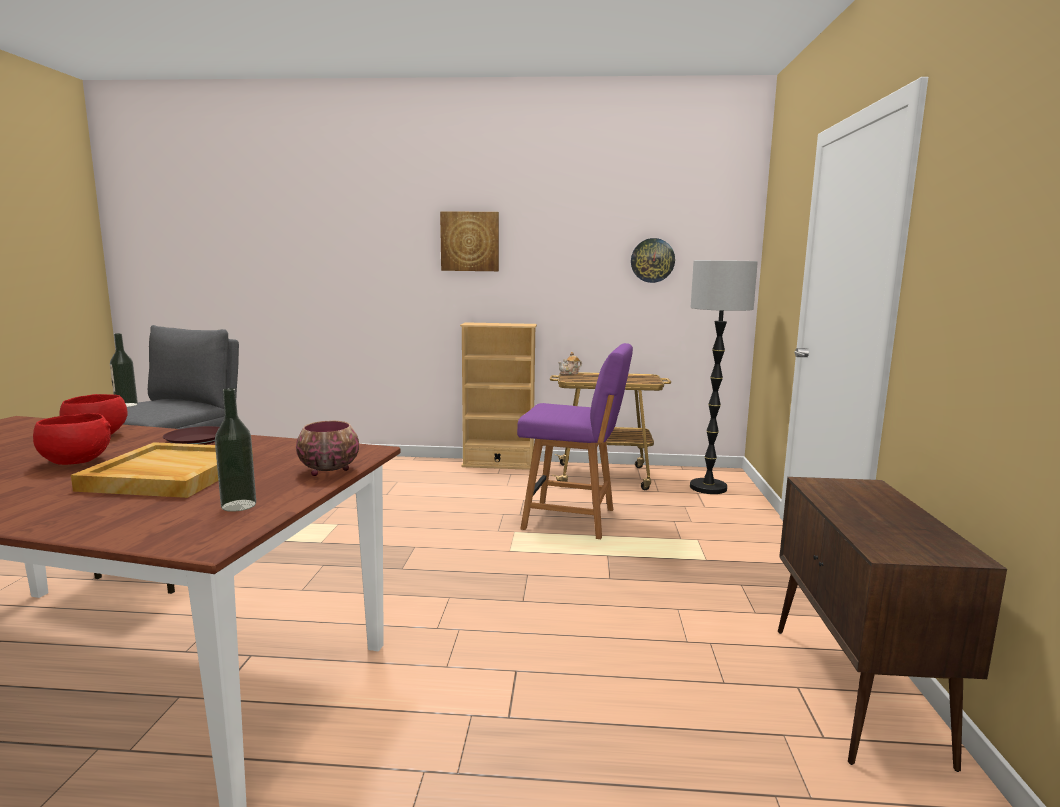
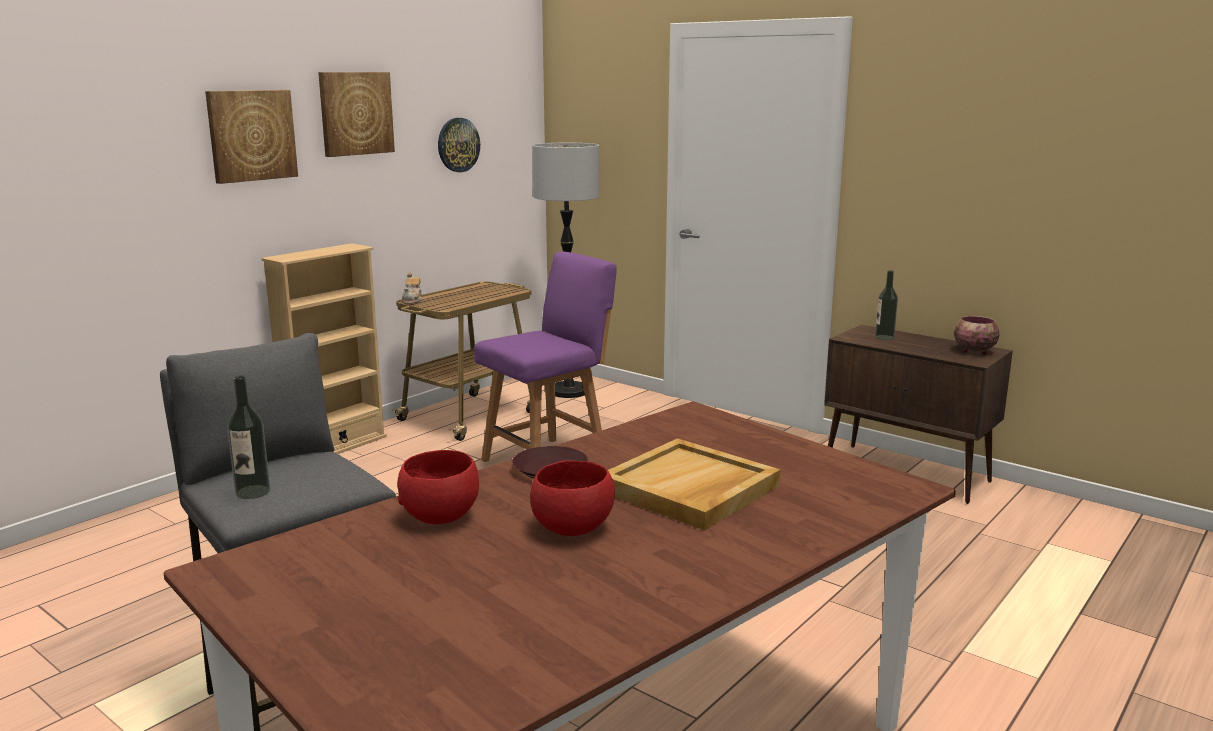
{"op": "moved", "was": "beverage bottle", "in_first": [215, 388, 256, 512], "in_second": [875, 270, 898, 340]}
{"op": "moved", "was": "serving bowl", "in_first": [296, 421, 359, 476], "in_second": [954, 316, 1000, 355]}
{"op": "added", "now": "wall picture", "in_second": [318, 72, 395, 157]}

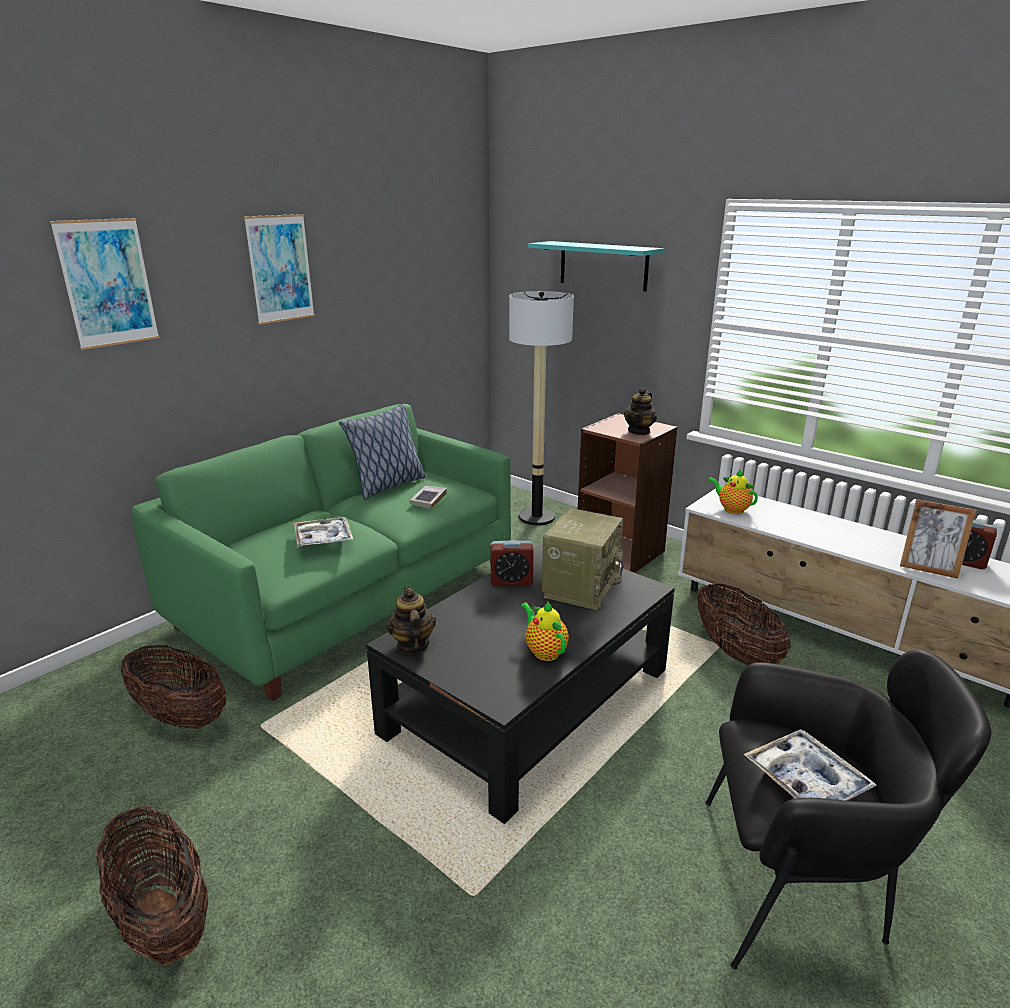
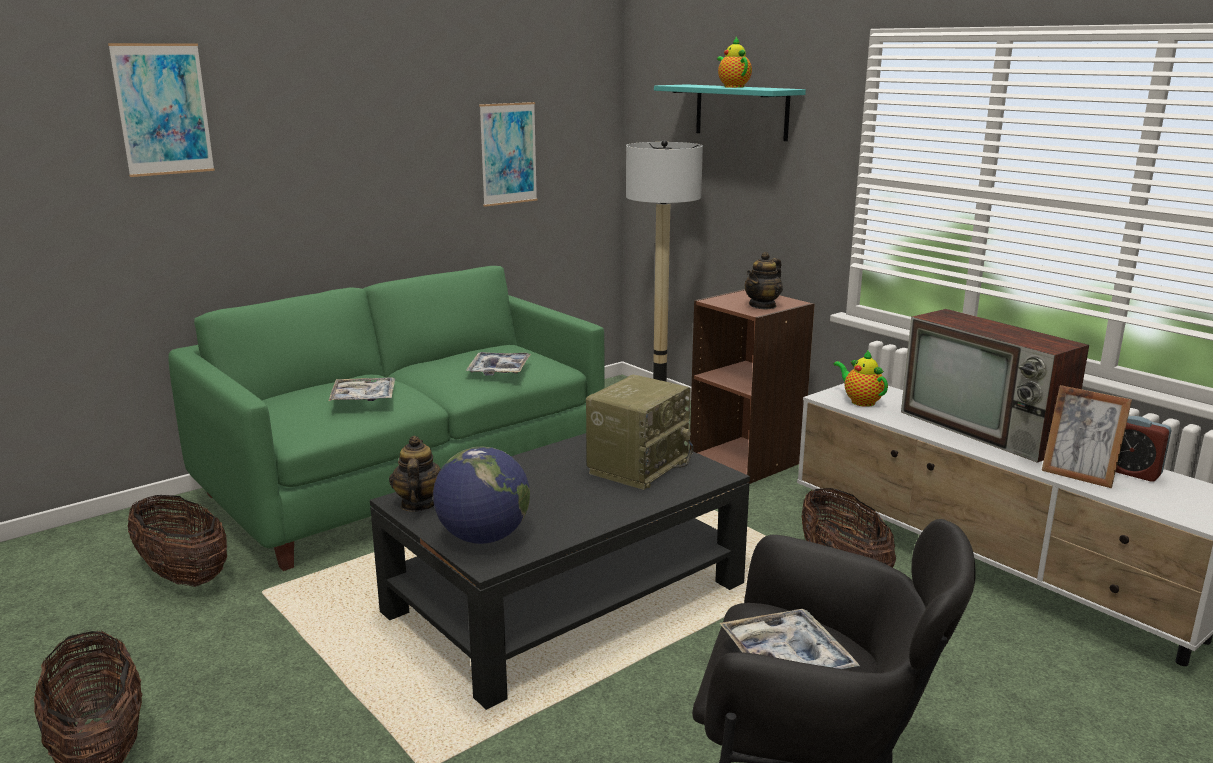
{"op": "moved", "was": "wall picture", "in_first": [244, 214, 315, 325], "in_second": [479, 102, 537, 207]}
{"op": "removed", "was": "cushion", "in_first": [339, 404, 426, 500]}
{"op": "replaced", "was": "book", "now": "serving tray", "in_first": [410, 486, 447, 509], "in_second": [466, 352, 531, 376]}
{"op": "removed", "was": "table clock", "in_first": [490, 540, 534, 586]}
{"op": "moved", "was": "pot for tea", "in_first": [521, 601, 569, 661], "in_second": [717, 37, 752, 88]}
{"op": "added", "now": "TV set", "in_second": [901, 309, 1089, 463]}
{"op": "added", "now": "desk globe", "in_second": [433, 447, 530, 544]}

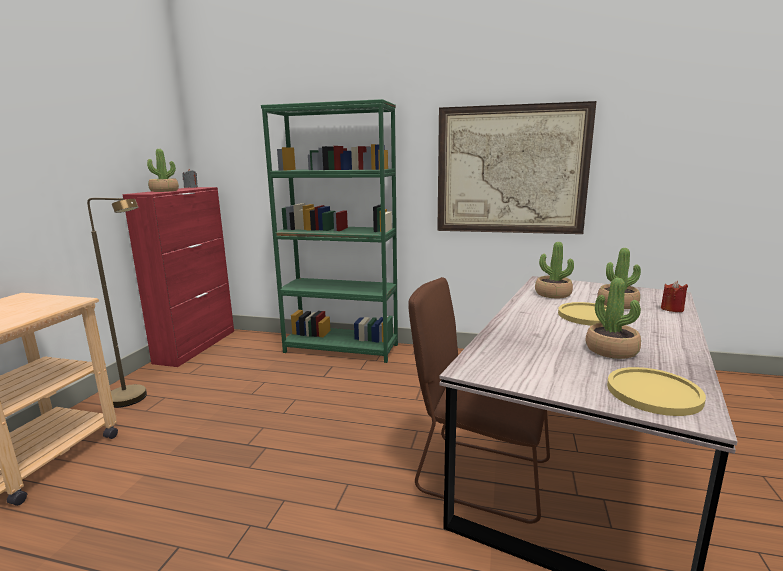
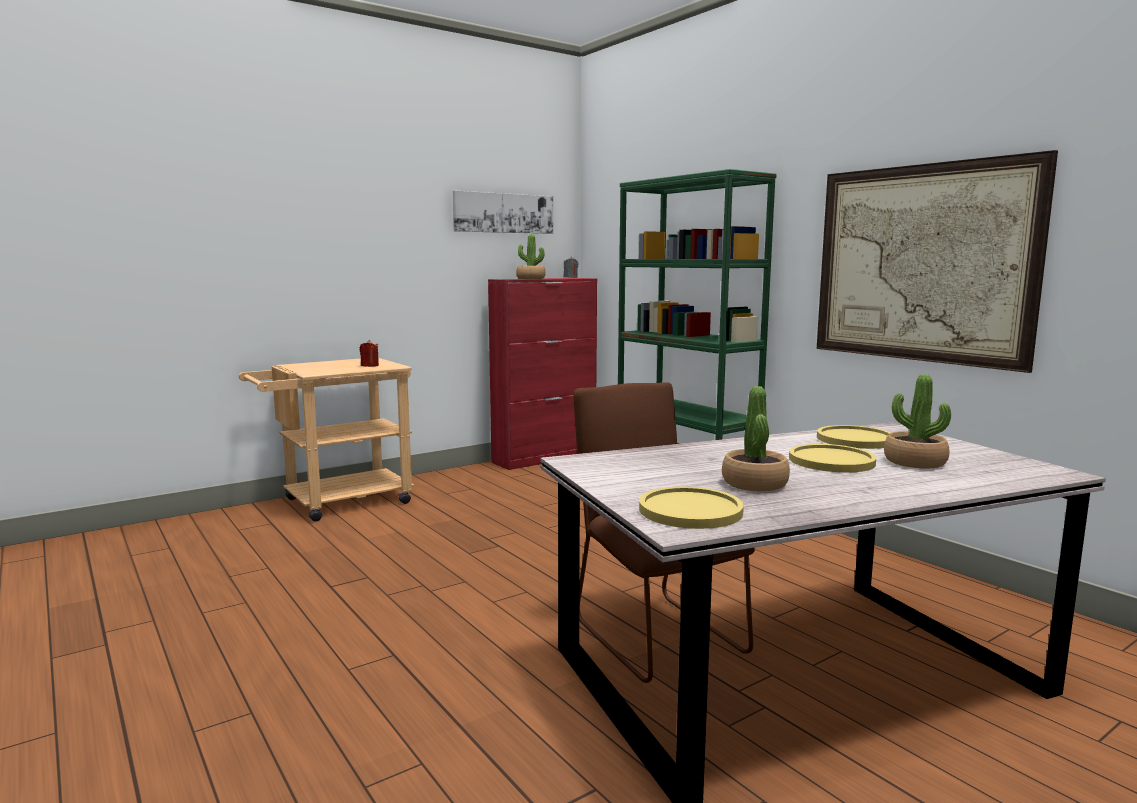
{"op": "removed", "was": "floor lamp (brown-coloured)", "in_first": [87, 198, 147, 408]}
{"op": "replaced", "was": "potted plant", "now": "flat dish (yellow)", "in_first": [535, 242, 574, 298], "in_second": [817, 425, 891, 449]}
{"op": "moved", "was": "wax light (reddish)", "in_first": [661, 281, 688, 312], "in_second": [360, 340, 379, 367]}
{"op": "added", "now": "wall picture", "in_second": [453, 191, 553, 234]}

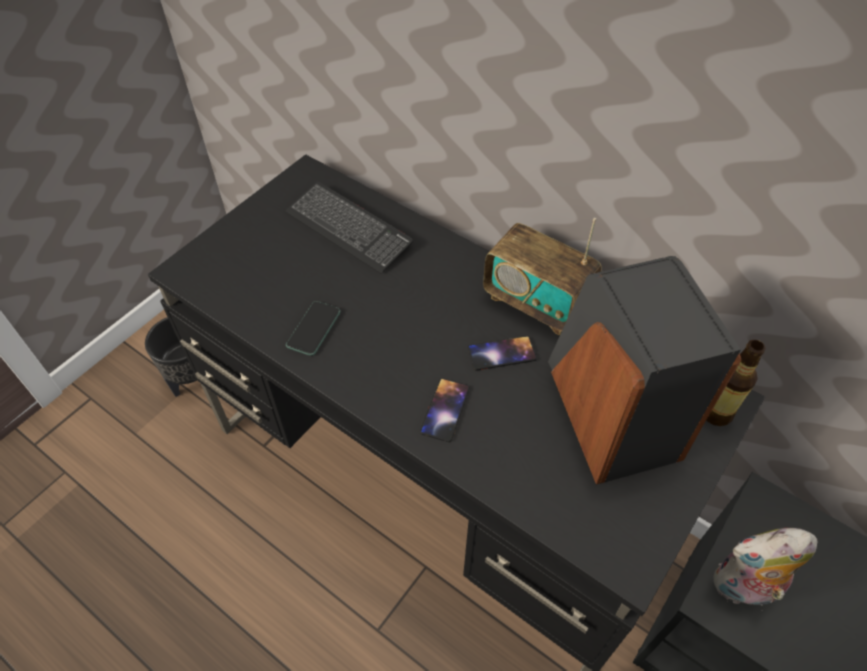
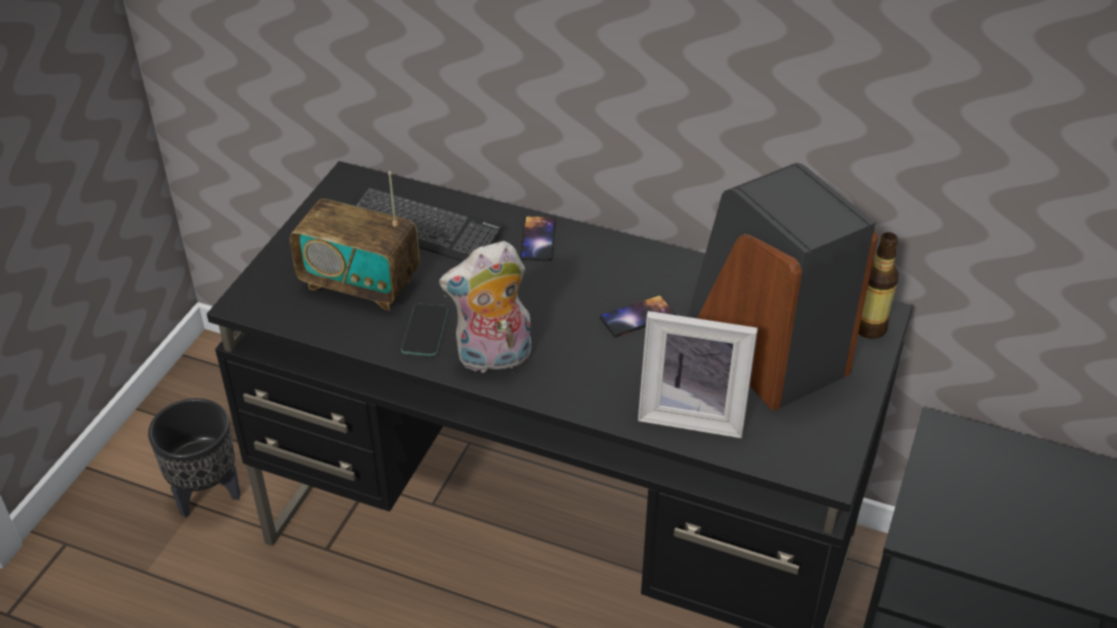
{"op": "moved", "was": "radio receiver", "in_first": [483, 218, 602, 335], "in_second": [290, 171, 420, 311]}
{"op": "moved", "was": "handset", "in_first": [420, 378, 470, 442], "in_second": [520, 216, 556, 261]}
{"op": "moved", "was": "soft toy", "in_first": [713, 528, 818, 606], "in_second": [439, 241, 531, 373]}
{"op": "added", "now": "photo frame", "in_second": [638, 311, 758, 438]}

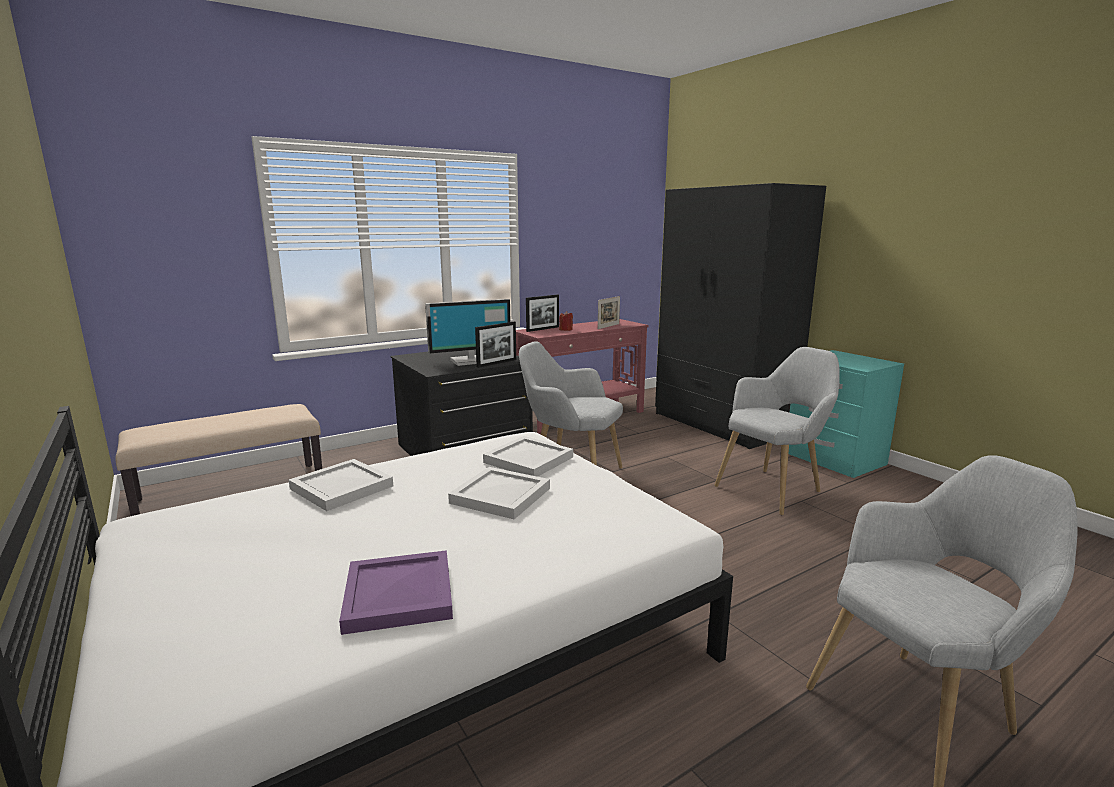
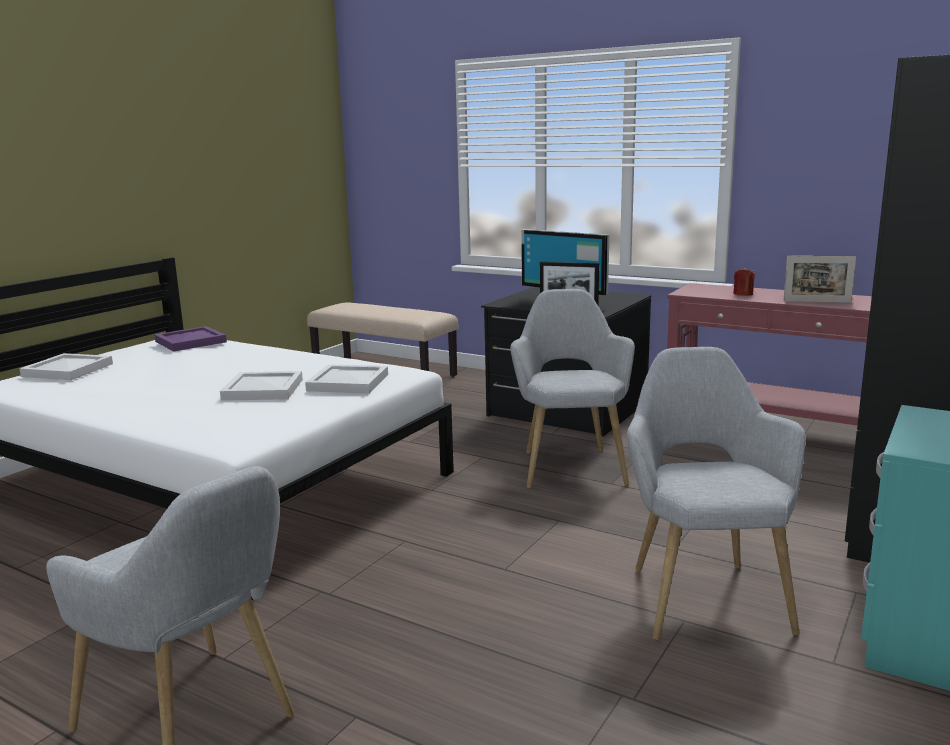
{"op": "removed", "was": "photo frame", "in_first": [526, 294, 559, 332]}
{"op": "turned", "was": "armchair (gray)", "in_first": [714, 347, 840, 515], "in_second": [627, 347, 806, 640], "clockwise": -120}
{"op": "moved", "was": "serving tray (white)", "in_first": [289, 459, 393, 511], "in_second": [19, 353, 113, 380]}
{"op": "moved", "was": "serving tray (purplish)", "in_first": [339, 550, 453, 635], "in_second": [154, 326, 227, 352]}

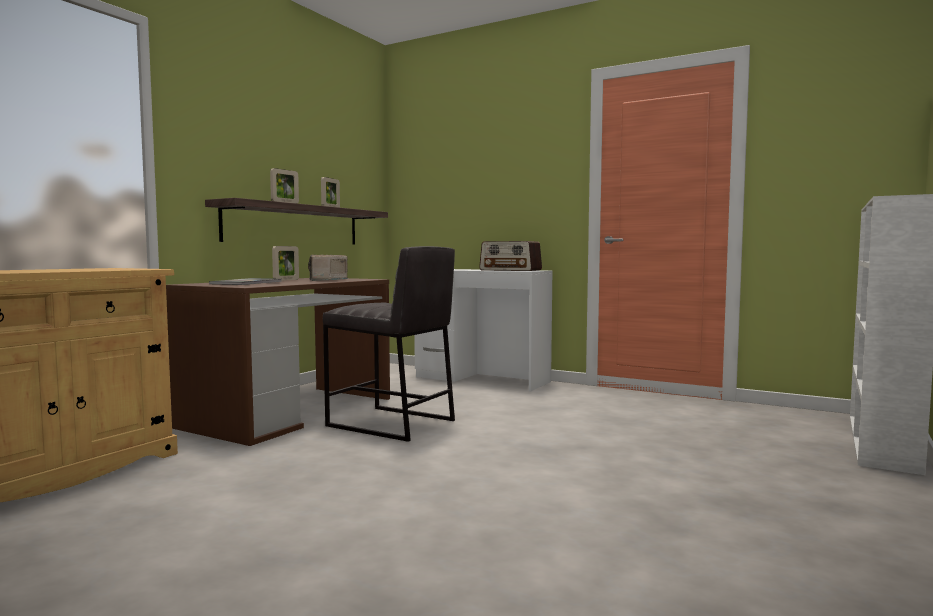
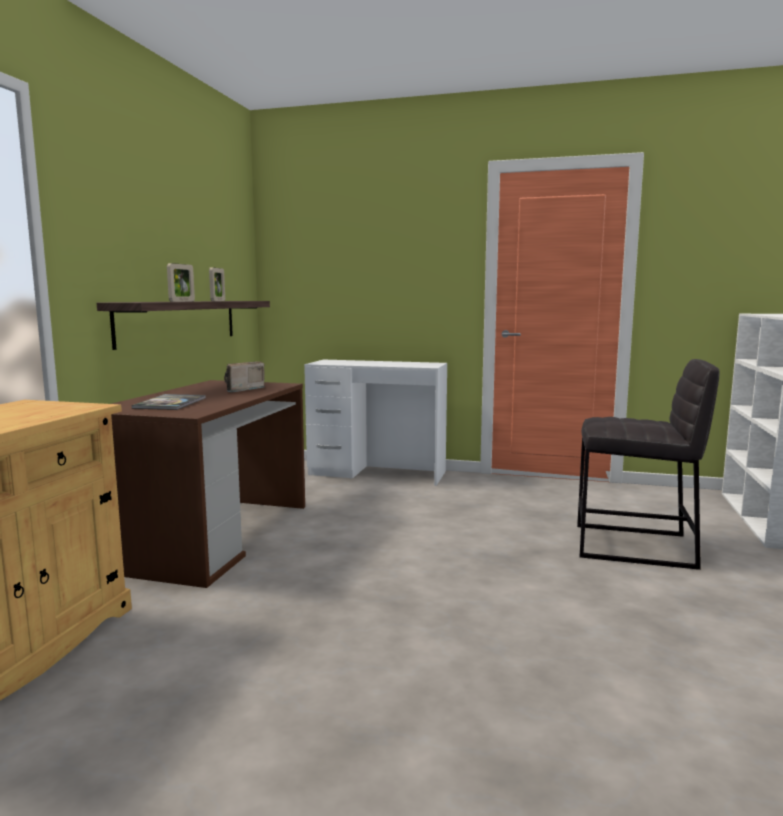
{"op": "removed", "was": "radio receiver", "in_first": [479, 241, 542, 271]}
{"op": "removed", "was": "photo frame", "in_first": [272, 246, 299, 281]}
{"op": "moved", "was": "stool (gray)", "in_first": [323, 246, 455, 442], "in_second": [577, 359, 720, 570]}

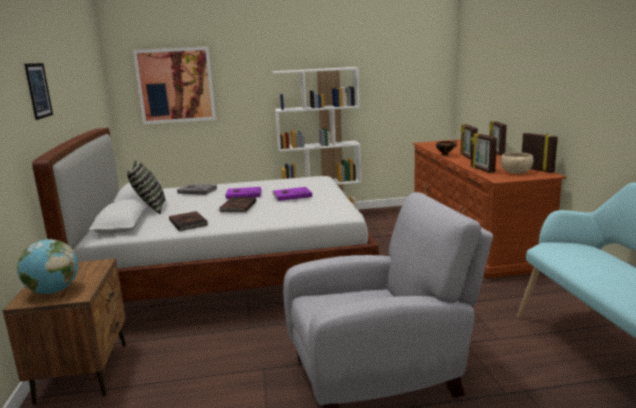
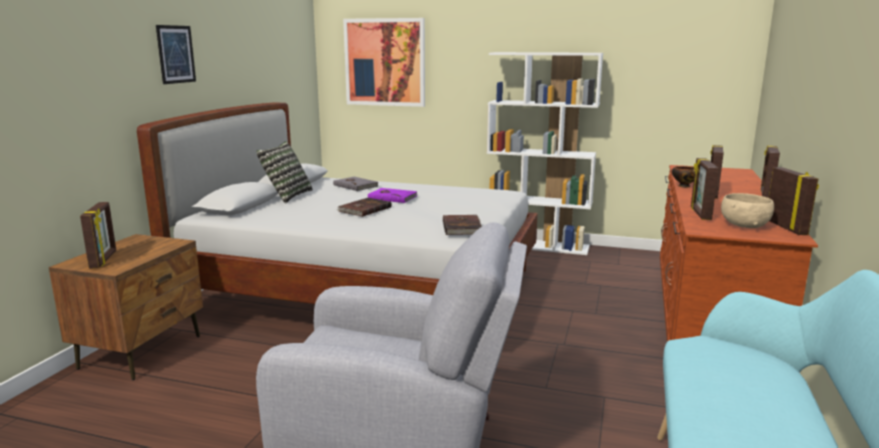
{"op": "removed", "was": "book (purplish)", "in_first": [272, 187, 312, 201]}
{"op": "moved", "was": "book (brown-coloured)", "in_first": [169, 211, 208, 231], "in_second": [443, 215, 482, 235]}
{"op": "replaced", "was": "desk globe", "now": "photo frame", "in_first": [17, 239, 78, 294], "in_second": [80, 202, 116, 269]}

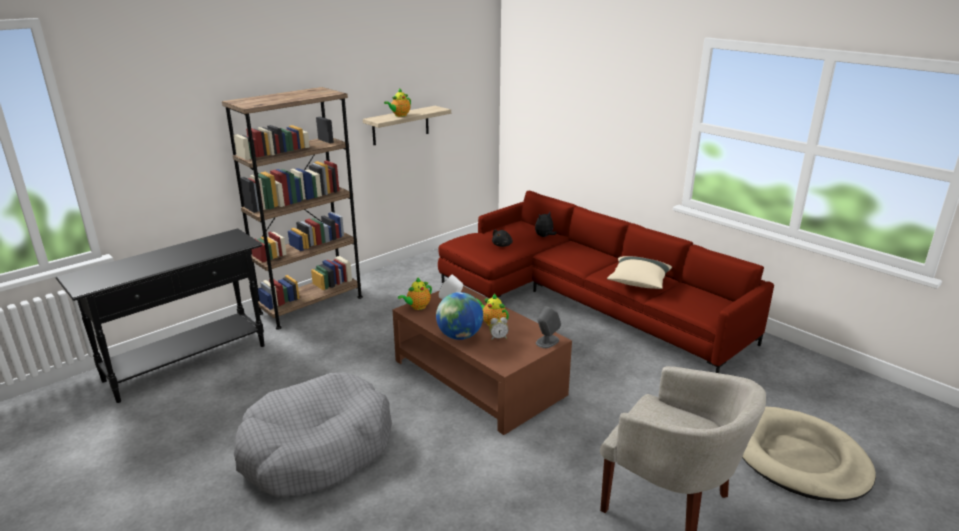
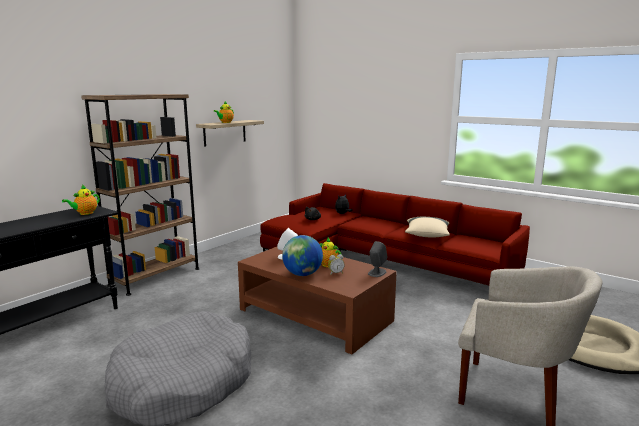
{"op": "moved", "was": "pot for tea", "in_first": [398, 277, 432, 310], "in_second": [62, 185, 100, 215]}

